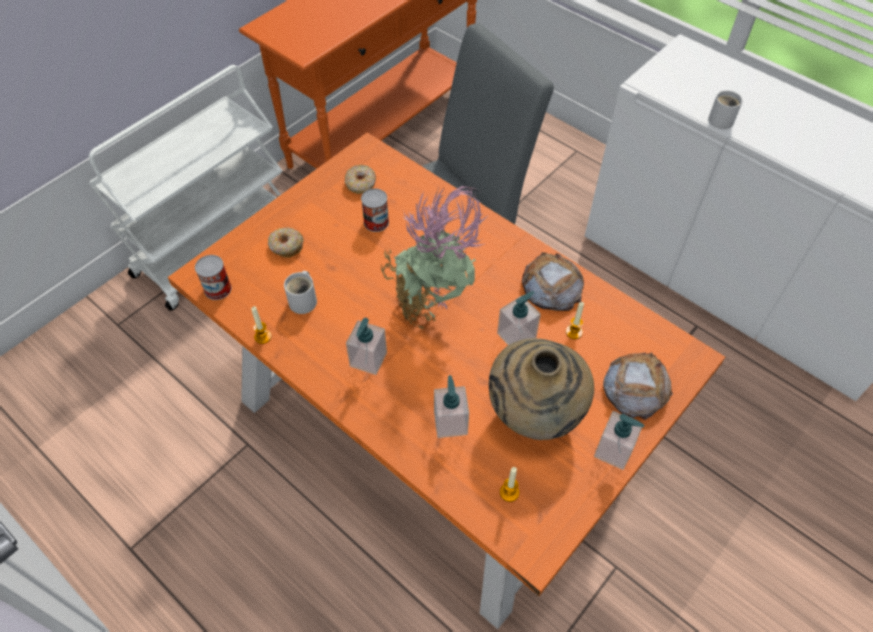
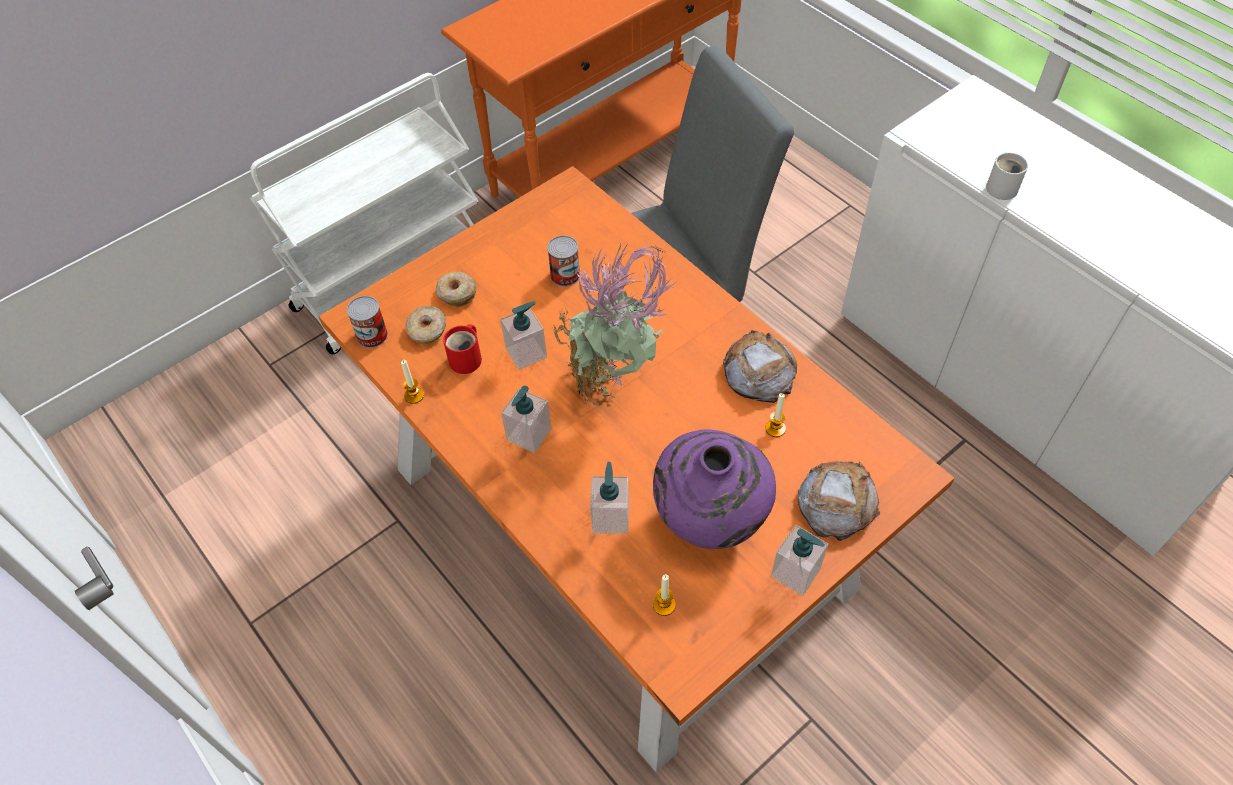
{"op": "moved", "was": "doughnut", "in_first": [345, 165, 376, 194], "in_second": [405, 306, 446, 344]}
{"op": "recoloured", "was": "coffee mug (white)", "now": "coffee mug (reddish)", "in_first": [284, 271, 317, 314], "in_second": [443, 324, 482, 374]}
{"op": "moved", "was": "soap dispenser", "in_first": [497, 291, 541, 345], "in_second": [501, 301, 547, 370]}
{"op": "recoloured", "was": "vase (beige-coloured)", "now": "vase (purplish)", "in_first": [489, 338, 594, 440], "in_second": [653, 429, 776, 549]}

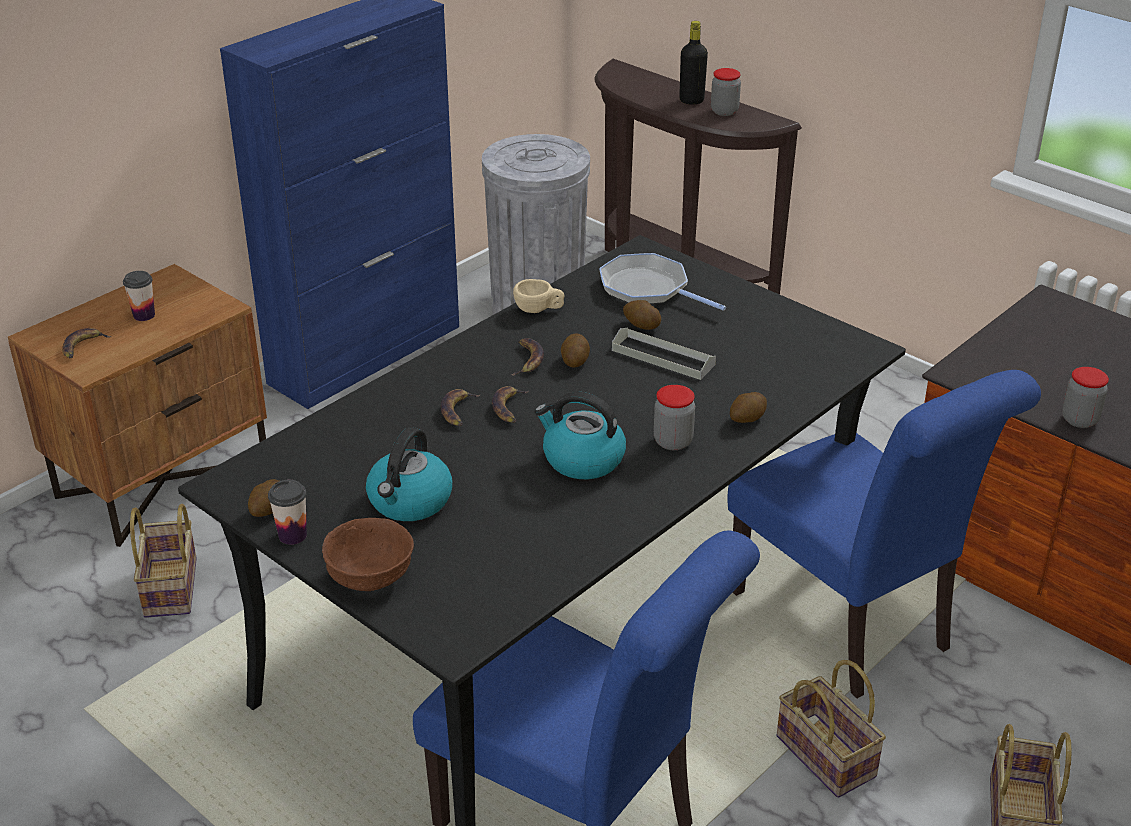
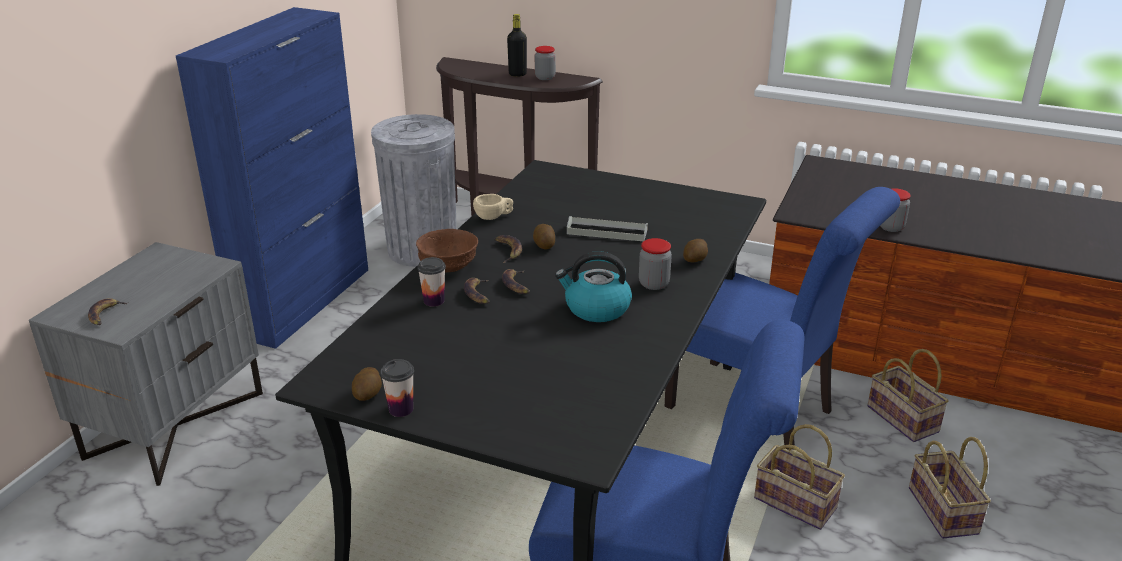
{"op": "removed", "was": "skillet", "in_first": [599, 253, 726, 310]}
{"op": "recoloured", "was": "nightstand (brown-coloured)", "now": "nightstand (gray)", "in_first": [8, 264, 267, 547], "in_second": [29, 242, 263, 486]}
{"op": "moved", "was": "cup", "in_first": [123, 271, 155, 321], "in_second": [417, 257, 446, 307]}
{"op": "removed", "was": "whole potato", "in_first": [623, 300, 661, 330]}
{"op": "removed", "was": "water kettle", "in_first": [366, 427, 452, 521]}
{"op": "moved", "was": "household basket", "in_first": [130, 504, 197, 618], "in_second": [867, 349, 949, 442]}
{"op": "moved", "was": "serving bowl (brown-coloured)", "in_first": [322, 518, 414, 591], "in_second": [416, 229, 478, 272]}

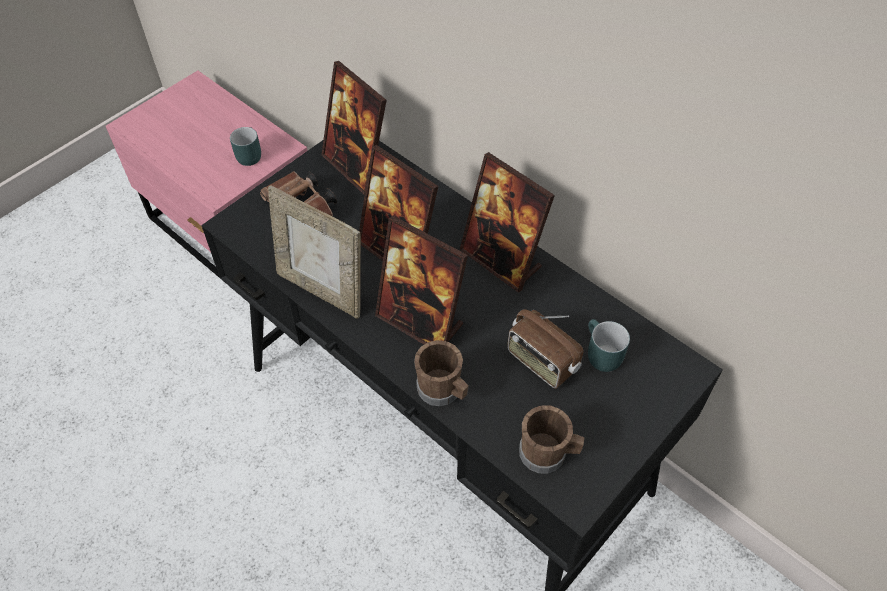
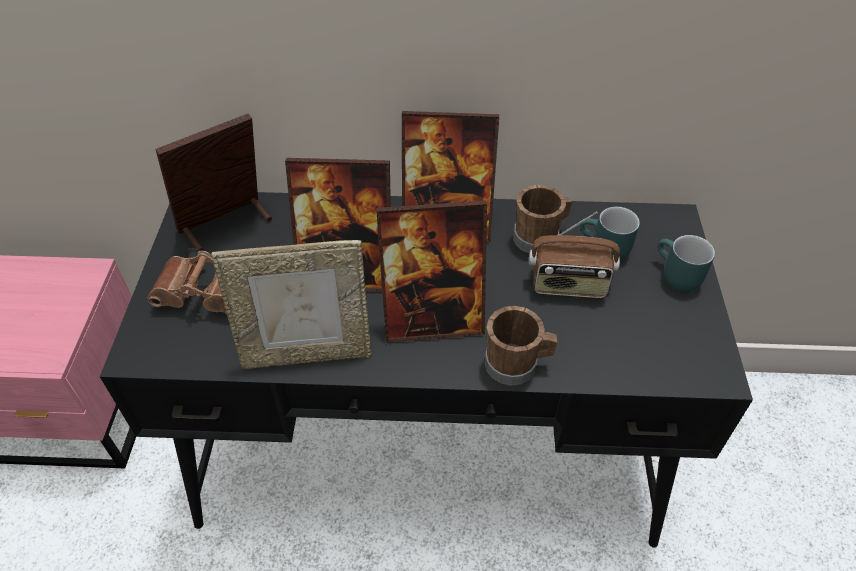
{"op": "turned", "was": "photo frame", "in_first": [321, 61, 387, 195], "in_second": [155, 113, 272, 251], "clockwise": 135}
{"op": "moved", "was": "coffee mug (turquoise)", "in_first": [230, 127, 261, 166], "in_second": [658, 235, 715, 292]}
{"op": "moved", "was": "coffee mug (brown-coloured)", "in_first": [519, 405, 584, 473], "in_second": [513, 185, 572, 253]}

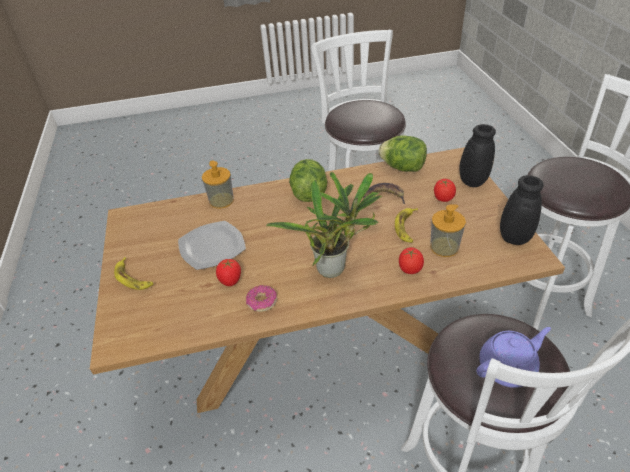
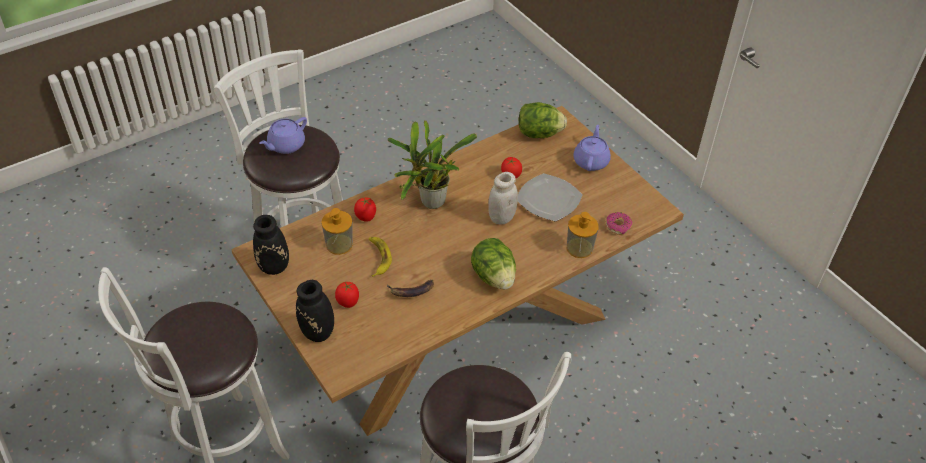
{"op": "moved", "was": "lettuce head", "in_first": [378, 136, 427, 172], "in_second": [518, 102, 567, 138]}
{"op": "replaced", "was": "whole banana", "now": "pot for tea (purplish)", "in_first": [114, 257, 153, 290], "in_second": [573, 125, 611, 171]}
{"op": "moved", "was": "doughnut", "in_first": [246, 285, 277, 312], "in_second": [606, 212, 632, 235]}
{"op": "added", "now": "storage jar (white)", "in_second": [488, 172, 518, 225]}

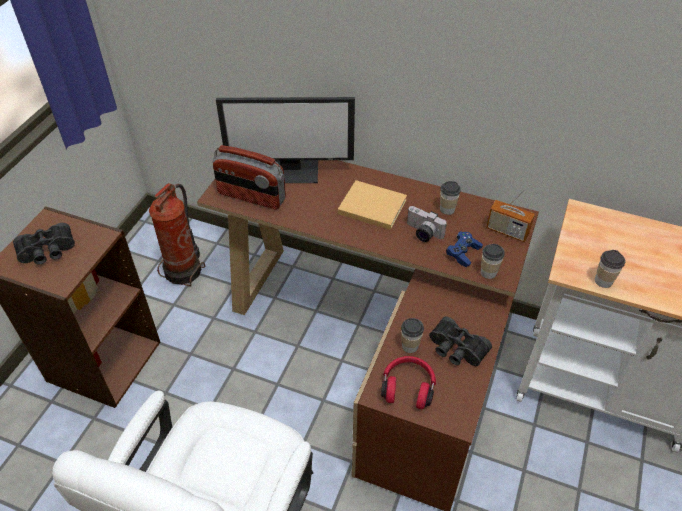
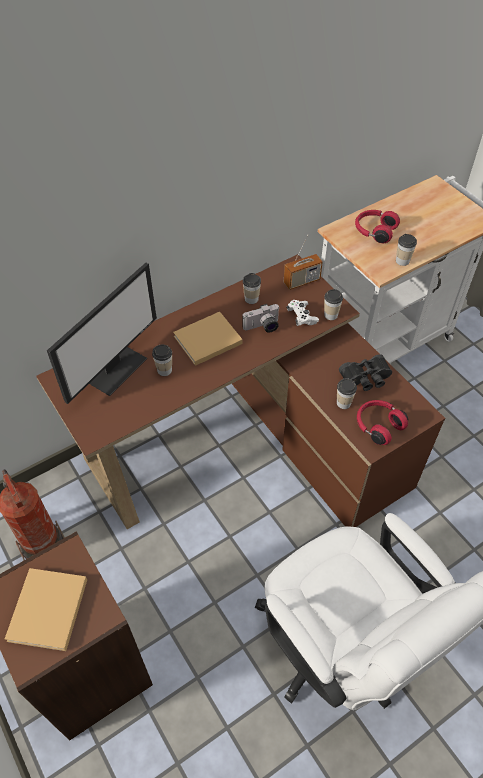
{"op": "removed", "was": "radio receiver", "in_first": [213, 145, 286, 210]}
{"op": "replaced", "was": "field glasses (black-coloured)", "now": "book (beige-coloured)", "in_first": [13, 223, 75, 265], "in_second": [5, 568, 87, 651]}
{"op": "recoloured", "was": "gamepad (bluish)", "now": "gamepad (white)", "in_first": [446, 231, 483, 267], "in_second": [287, 300, 319, 326]}
{"op": "added", "now": "headset (reddish)", "in_second": [355, 210, 400, 243]}
{"op": "added", "now": "cup", "in_second": [152, 344, 172, 376]}

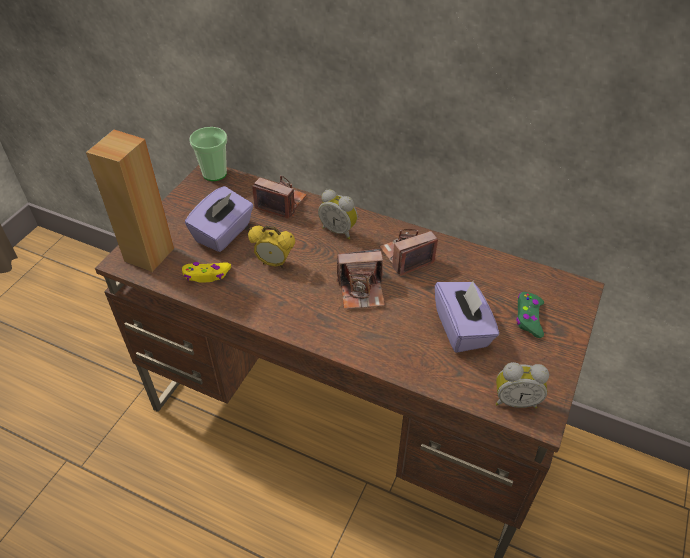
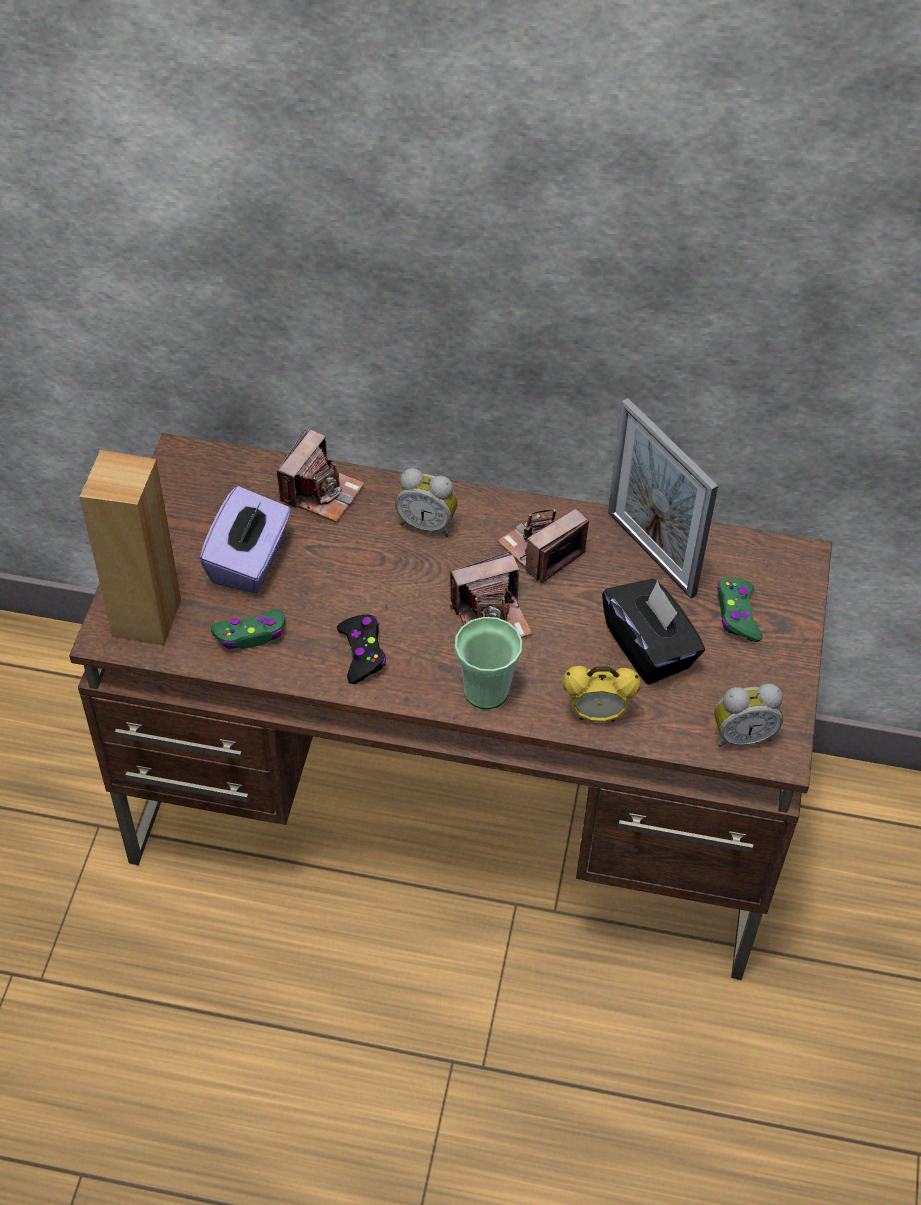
{"op": "moved", "was": "cup", "in_first": [189, 127, 227, 181], "in_second": [455, 617, 522, 709]}
{"op": "turned", "was": "still camera", "in_first": [252, 175, 307, 219], "in_second": [277, 429, 365, 522], "clockwise": 105}
{"op": "moved", "was": "table clock", "in_first": [248, 226, 295, 268], "in_second": [563, 666, 641, 722]}
{"op": "recoloured", "was": "gamepad (yellow)", "now": "gamepad (green-coloured)", "in_first": [182, 262, 231, 282], "in_second": [210, 609, 285, 649]}
{"op": "recoloured", "was": "tissue box (purplish)", "now": "tissue box (black-coloured)", "in_first": [435, 281, 499, 353], "in_second": [602, 578, 705, 685]}
{"op": "added", "now": "photo frame", "in_second": [608, 398, 718, 599]}
{"op": "added", "now": "gamepad (black-coloured)", "in_second": [337, 615, 386, 684]}

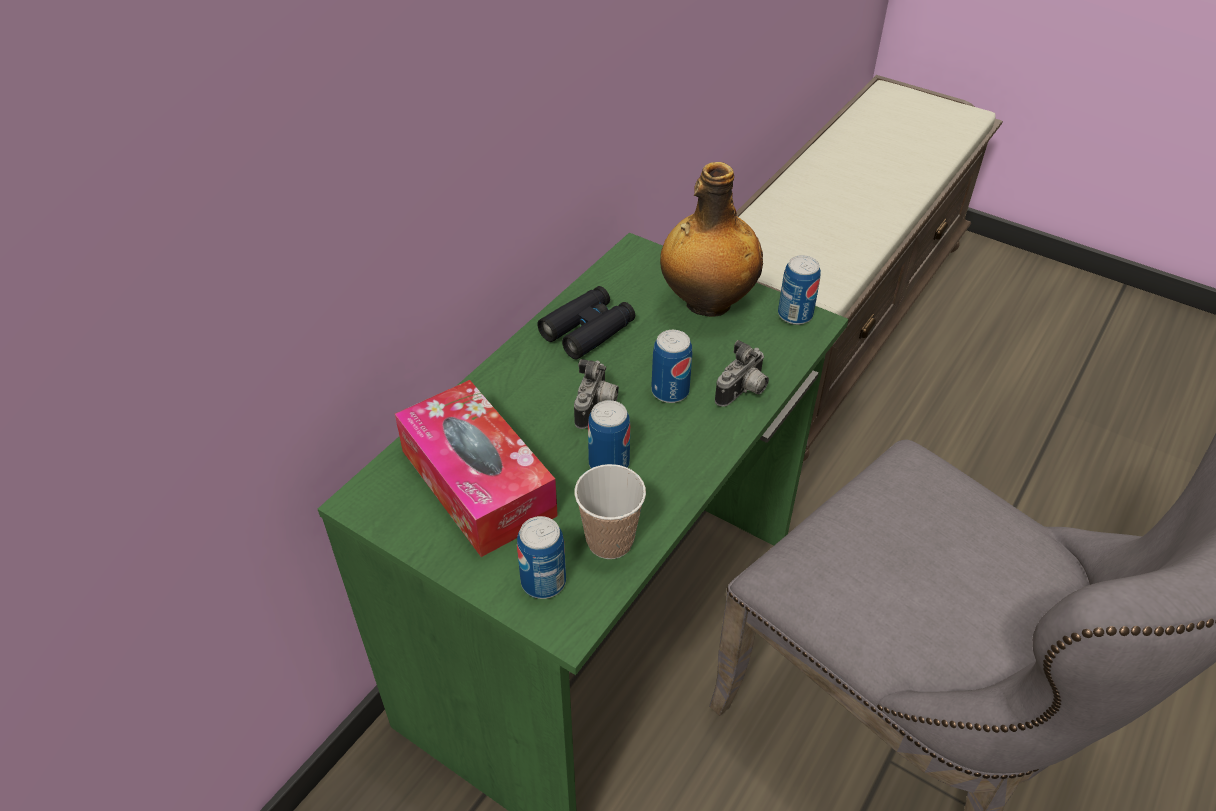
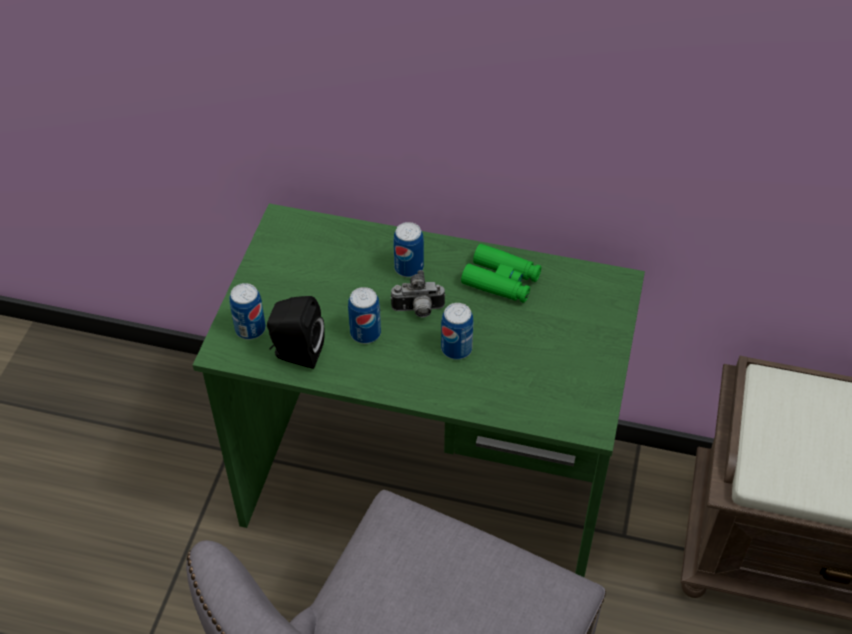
{"op": "removed", "was": "beverage bottle", "in_first": [660, 162, 763, 317]}
{"op": "moved", "was": "sealed can", "in_first": [778, 255, 821, 325], "in_second": [393, 222, 424, 277]}
{"op": "recoloured", "was": "field glasses (black-coloured)", "now": "field glasses (green-coloured)", "in_first": [537, 286, 635, 359], "in_second": [461, 244, 541, 303]}
{"op": "removed", "was": "still camera", "in_first": [715, 340, 769, 407]}
{"op": "removed", "was": "tissue box", "in_first": [395, 380, 558, 557]}
{"op": "replaced", "was": "cup", "now": "loudspeaker (black-coloured)", "in_first": [575, 464, 646, 559], "in_second": [267, 296, 325, 369]}

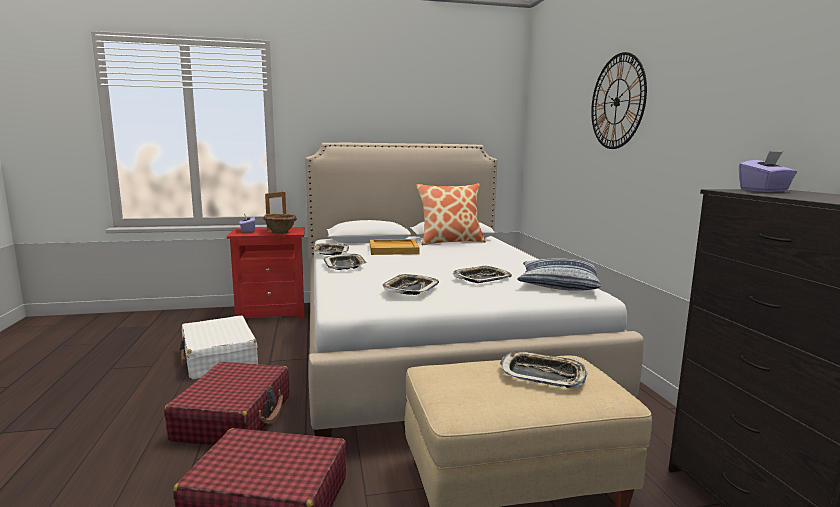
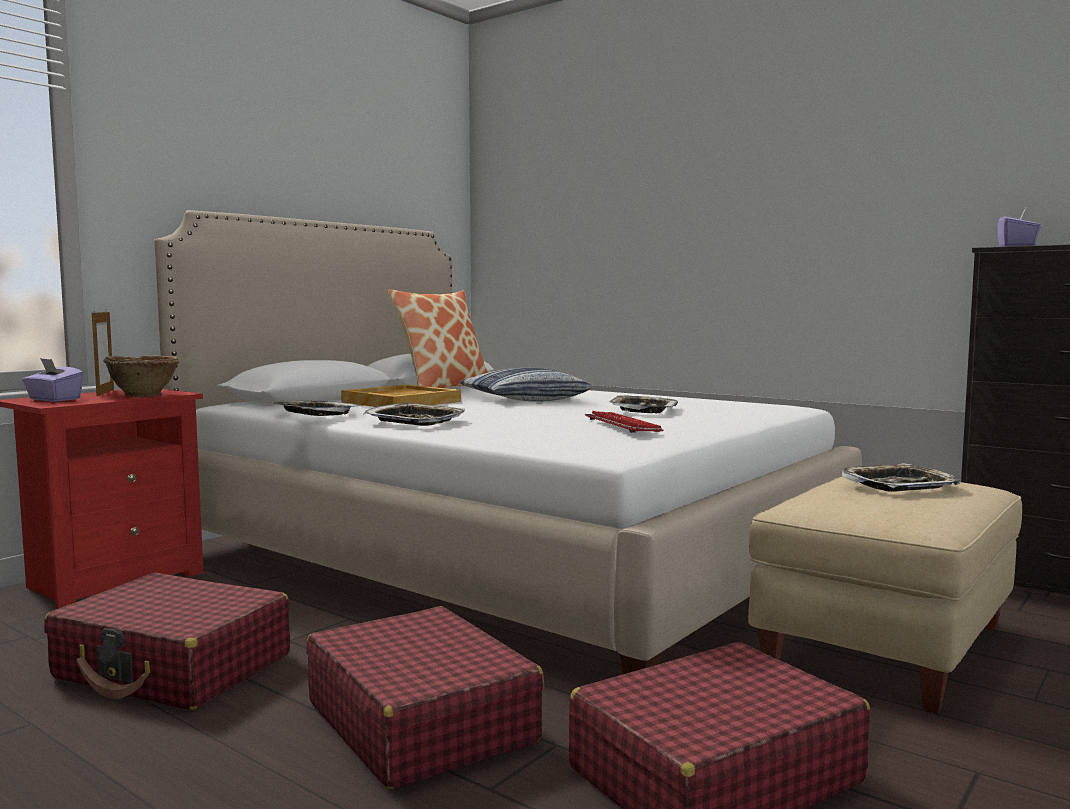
{"op": "removed", "was": "hanging clock", "in_first": [591, 52, 647, 149]}
{"op": "moved", "was": "cushion", "in_first": [517, 258, 601, 291], "in_second": [460, 368, 591, 402]}
{"op": "replaced", "was": "serving tray", "now": "computer keyboard", "in_first": [383, 274, 439, 295], "in_second": [585, 411, 663, 433]}
{"op": "recoloured", "was": "suitcase (white)", "now": "suitcase (reddish)", "in_first": [180, 316, 258, 380], "in_second": [44, 572, 290, 710]}

